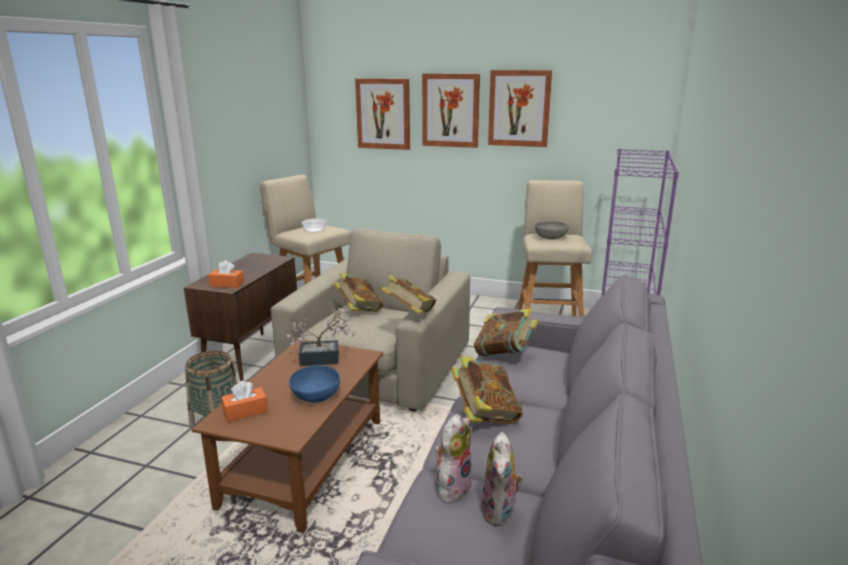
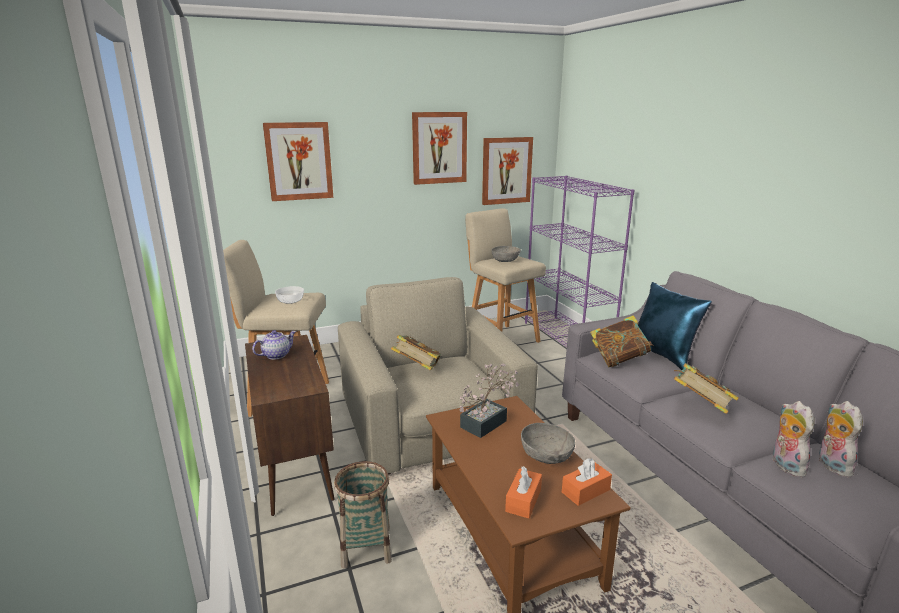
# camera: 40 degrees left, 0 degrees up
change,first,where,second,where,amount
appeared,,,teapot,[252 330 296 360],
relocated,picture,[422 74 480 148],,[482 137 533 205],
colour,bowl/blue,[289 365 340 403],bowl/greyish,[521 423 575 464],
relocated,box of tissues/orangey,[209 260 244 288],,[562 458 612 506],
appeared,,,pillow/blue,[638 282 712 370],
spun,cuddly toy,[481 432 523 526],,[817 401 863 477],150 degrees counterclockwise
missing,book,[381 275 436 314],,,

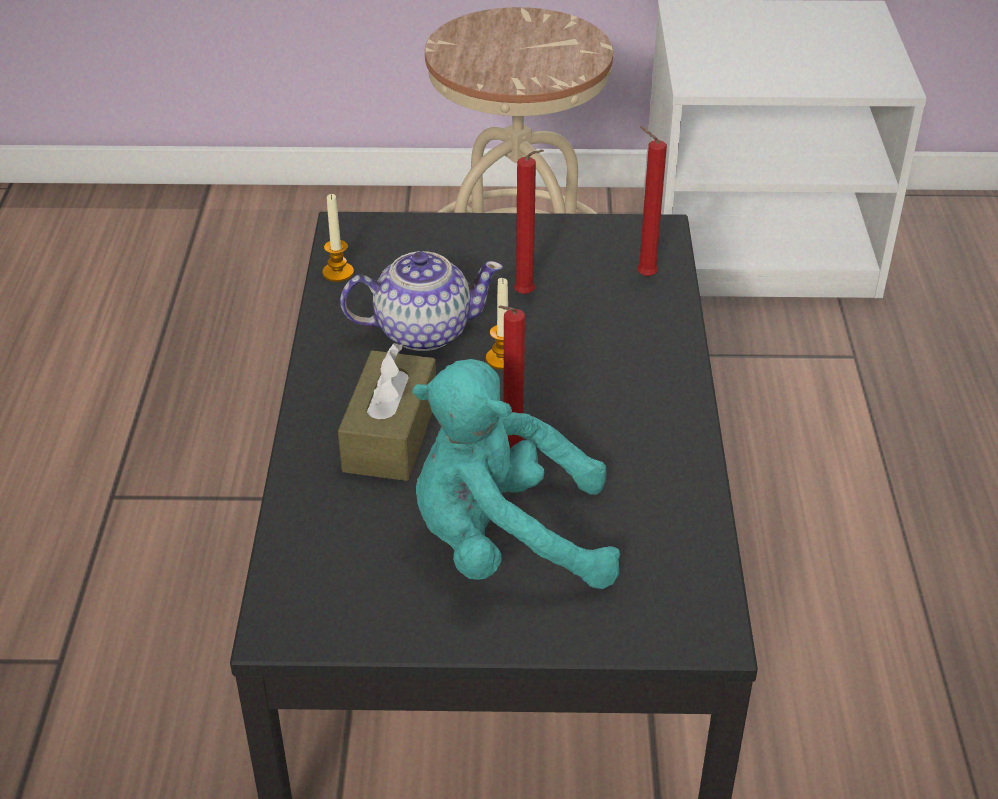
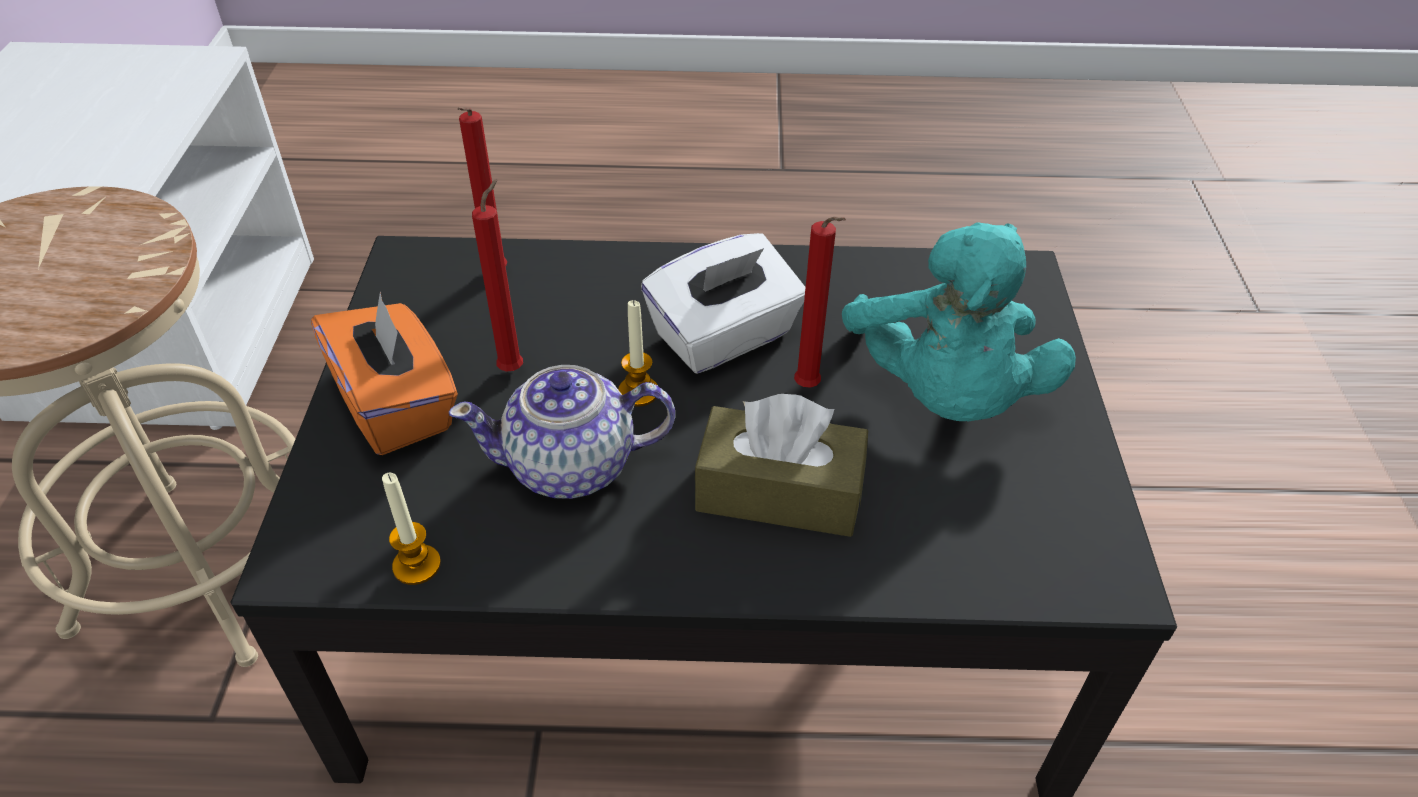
# camera: 90 degrees left, 5 degrees up
change,first,where,second,where,amount
appeared,,,box of tissues/orangey,[311 292 458 455],
spun,teapot,[340 251 503 351],,[449 365 675 499],90 degrees counterclockwise
appeared,,,box of tissues/white-coloured,[641 233 806 373],

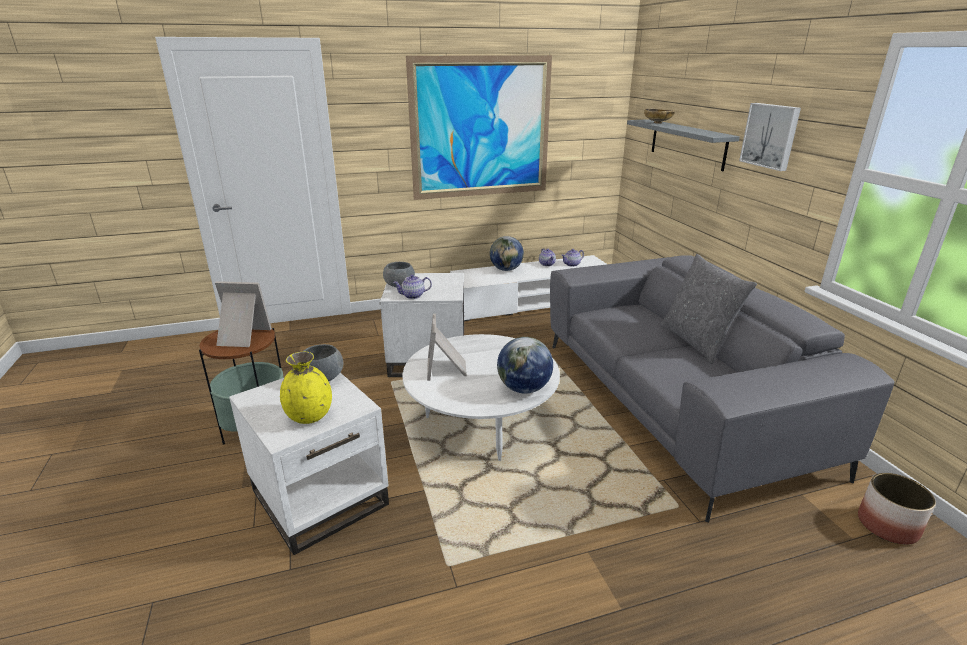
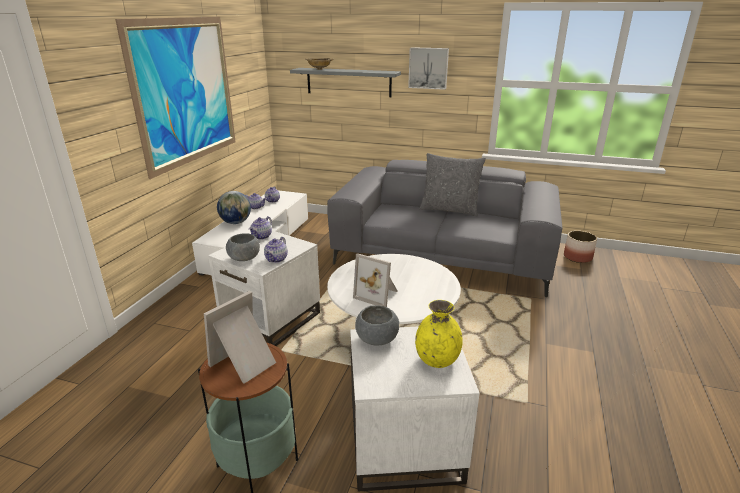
# camera: 55 degrees left, 0 degrees up
change,first,where,second,where,amount
appeared,,,teapot,[249 216 272 239],
missing,globe,[497 337 553 394],,,

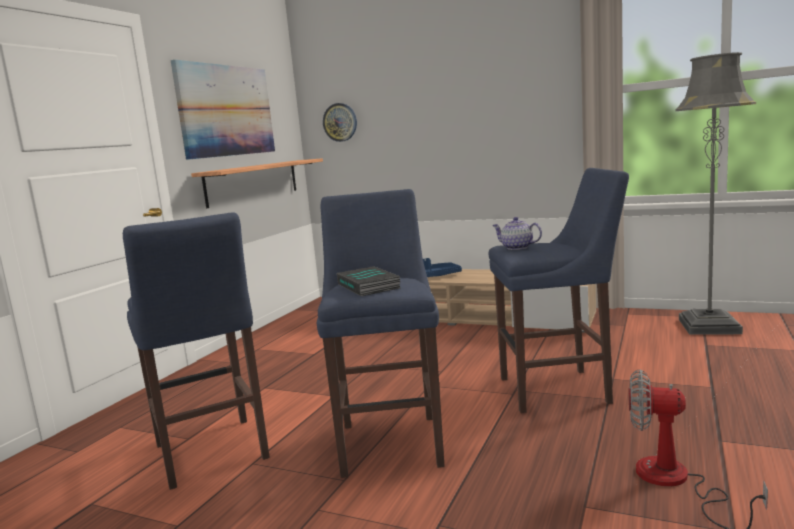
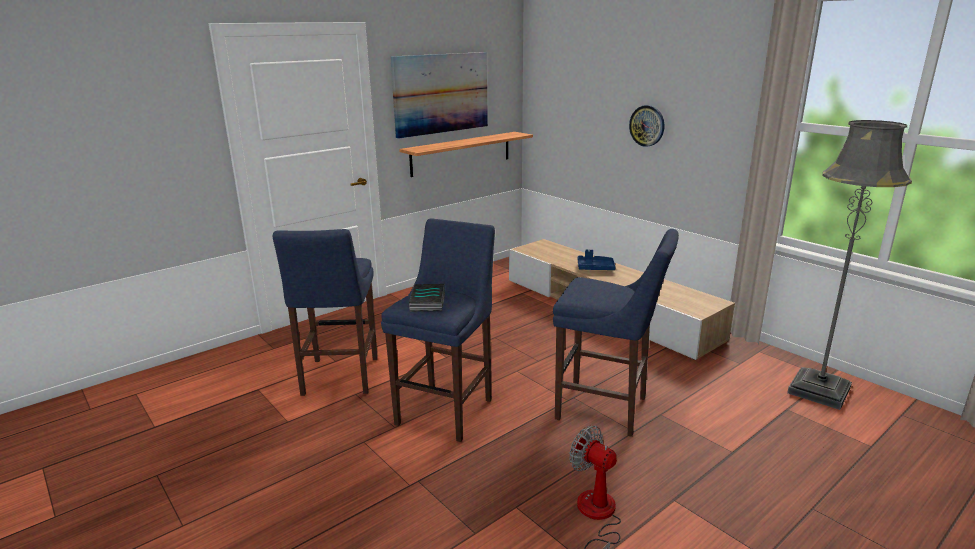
# camera: 25 degrees right, 10 degrees up
change,first,where,second,where,amount
relocated,clock on the wall,[323 103 357 142],,[629 105 664 147],
missing,teapot,[492 217 542 250],,,

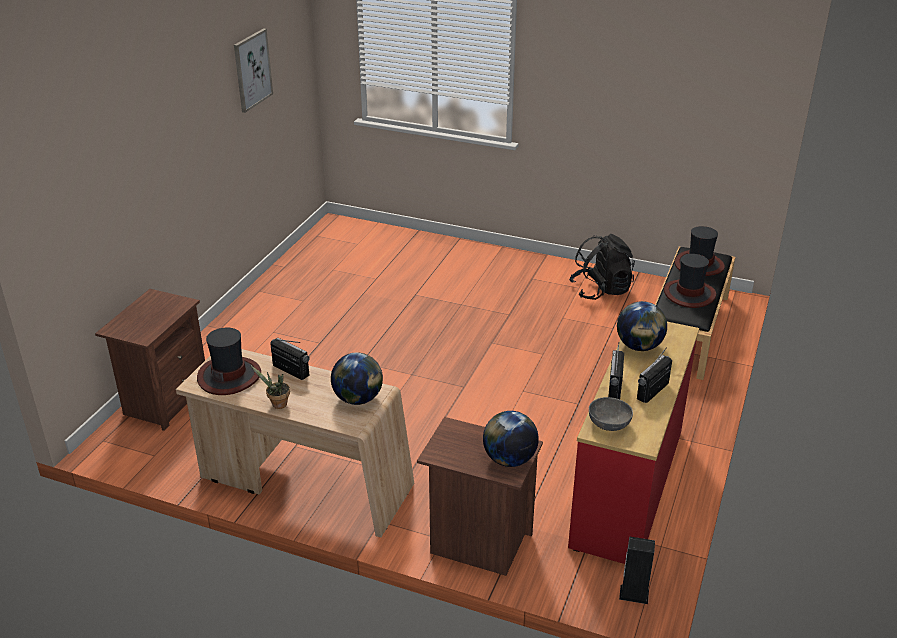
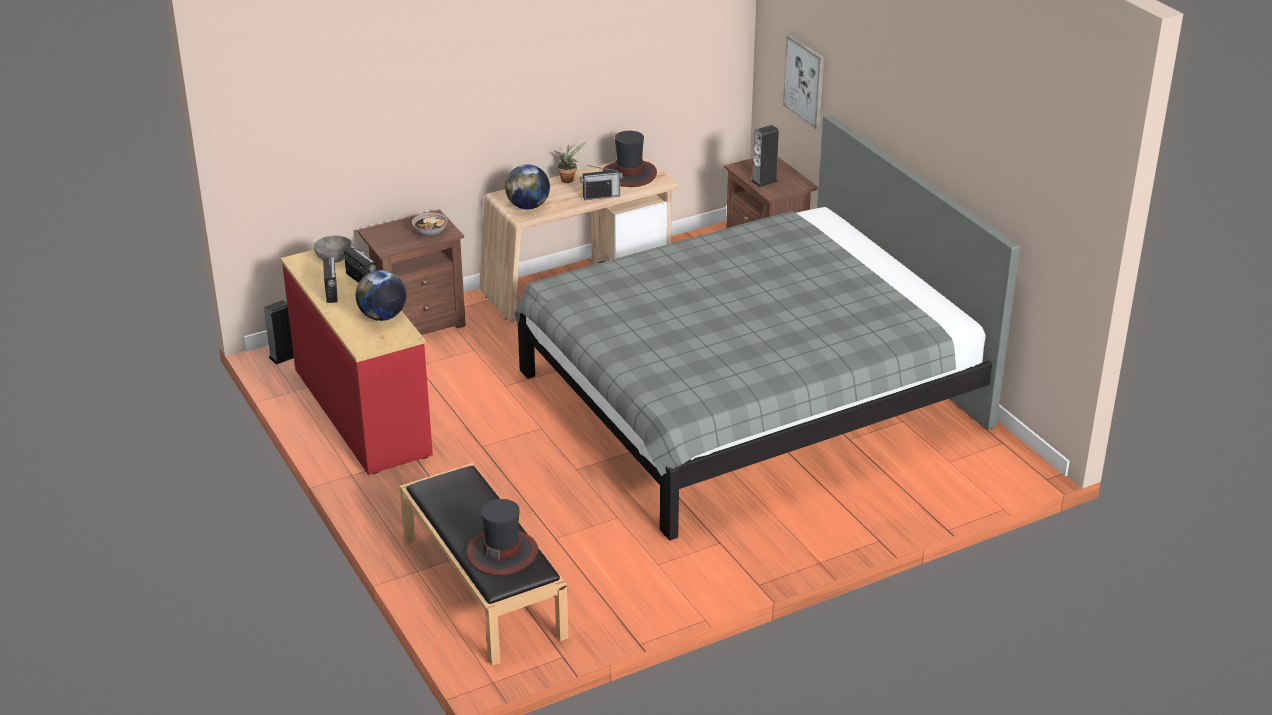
# camera: 130 degrees right, 0 degrees up
change,first,where,second,where,amount
appeared,,,bowl,[412 213 448 236],
appeared,,,bedroom bed/greyish,[514 114 1020 541],
appeared,,,audio speaker,[751 125 779 187],
relocated,picture,[234 28 273 113],,[783 35 824 129],
missing,globe,[483 411 539 467],,,
missing,rucksack/black,[569 234 635 300],,,
missing,clothing hat,[664 254 716 308],,,

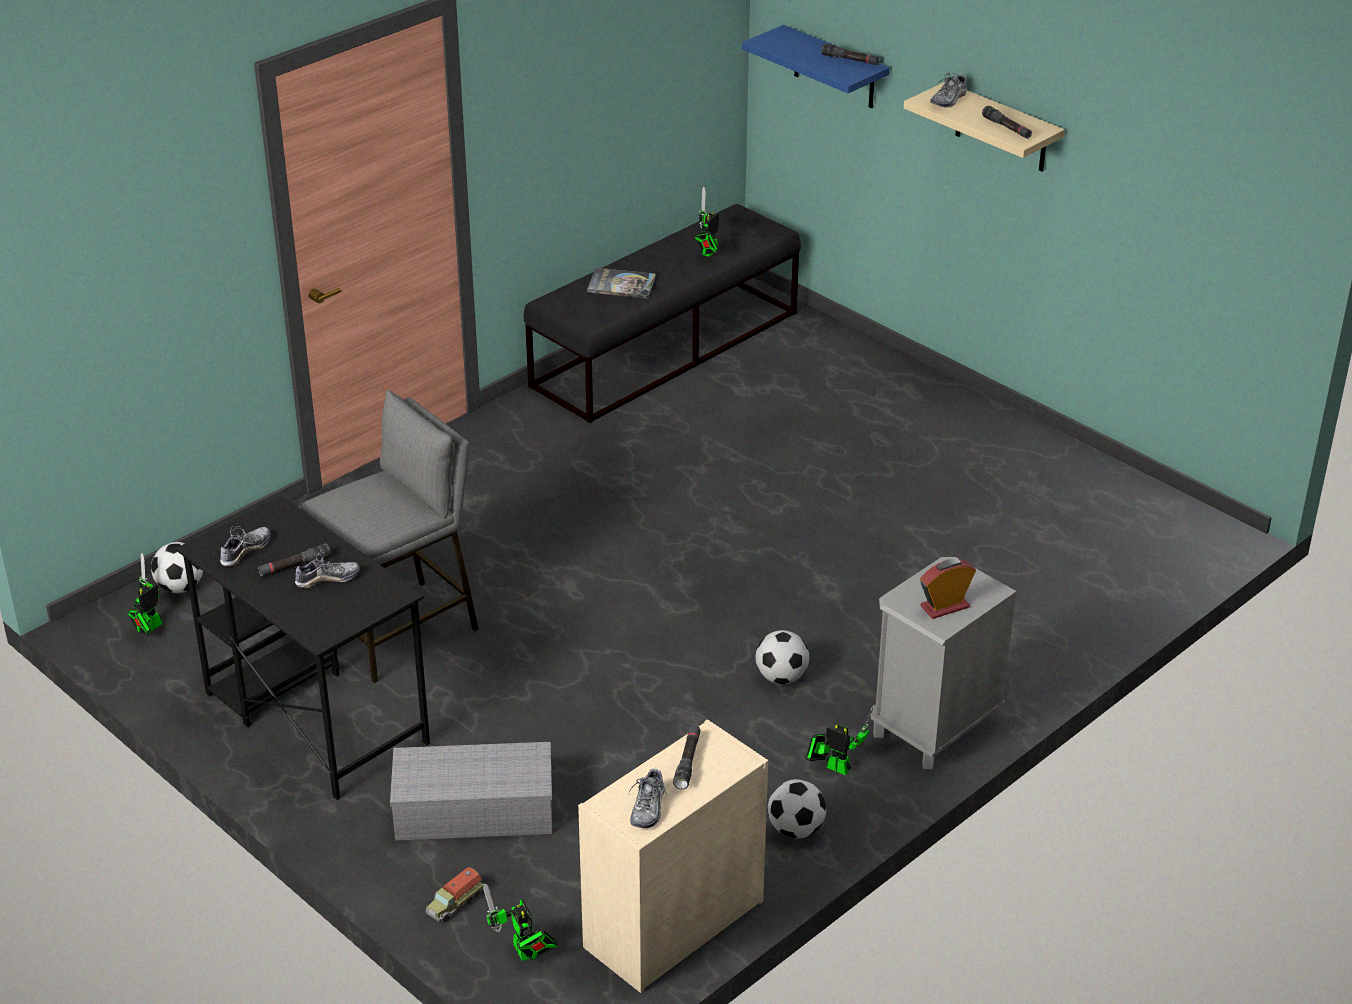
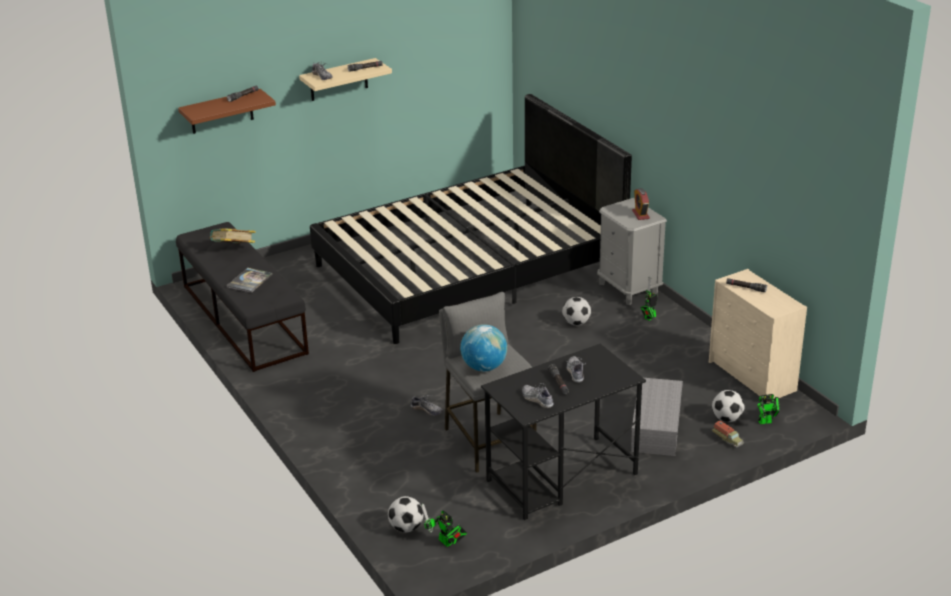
# camera: 75 degrees left, 5 degrees down
change,first,where,second,where,amount
colour,shelf/blue,[742 25 890 108],shelf/brown,[178 89 276 134],
exchanged,model robot,[695 187 719 257],book,[209 228 255 244],
appeared,,,bedroom bed/black,[310 94 632 344],
relocated,shoe,[629 767 666 828],,[411 395 443 416],
appeared,,,globe,[460 324 507 371],
relocated,football ball,[768 779 826 838],,[712 390 745 422],

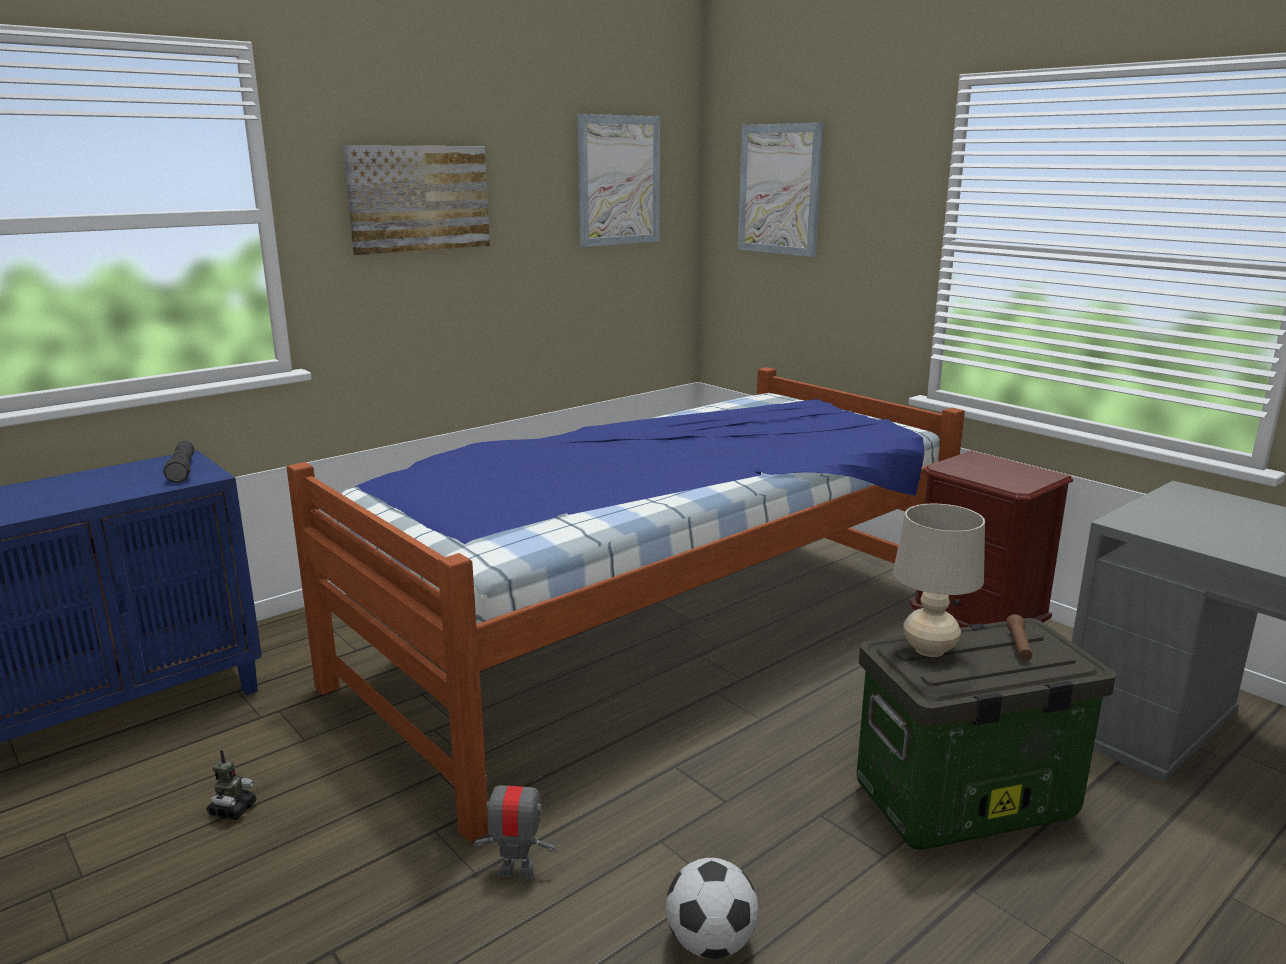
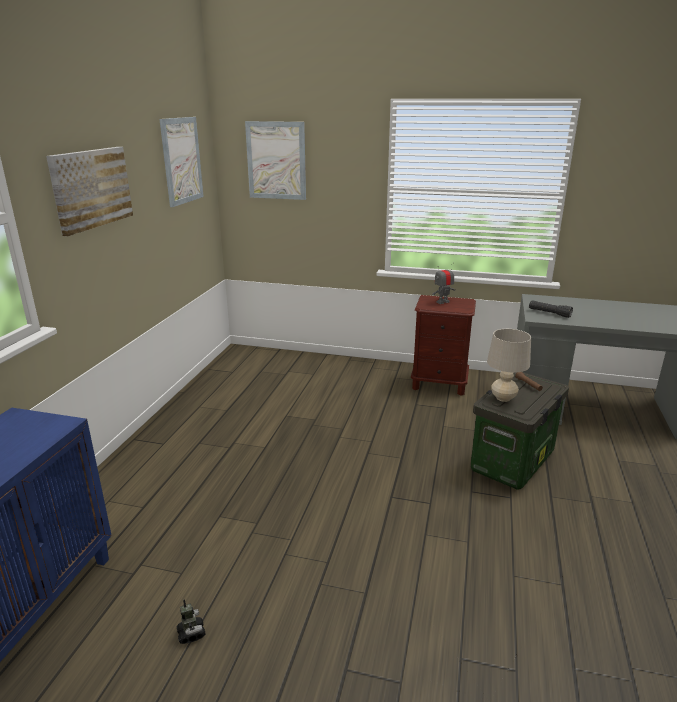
# camera: 35 degrees left, 5 degrees up
change,first,where,second,where,amount
relocated,model robot,[474 775 556 878],,[432 262 456 304],
relocated,hand torch/black,[163 441 195 483],,[529 300 573 318],
missing,bedroom bed,[287 367 965 842],,,
missing,football ball,[666 858 758 959],,,

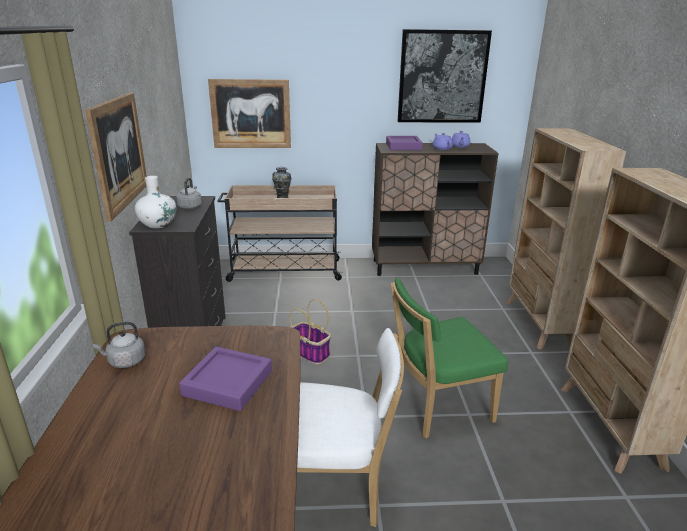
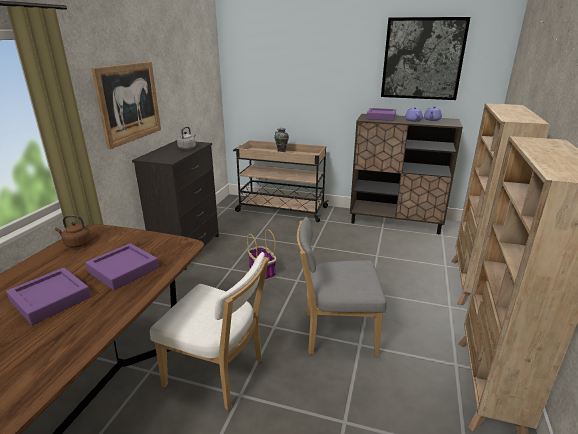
# camera: 20 degrees right, 0 degrees up
change,first,where,second,where,amount
appeared,,,carrying tray/purple-coloured,[6 268 91 325],
colour,tea kettle/greyish,[93 322 146 368],tea kettle/brown,[55 215 91 248],
colour,chair/green-coloured,[391 278 508 439],chair/greyish,[297 217 387 356],
missing,flower vase/white-coloured,[135 176 177 228],,,
missing,picture,[208 79 291 148],,,

